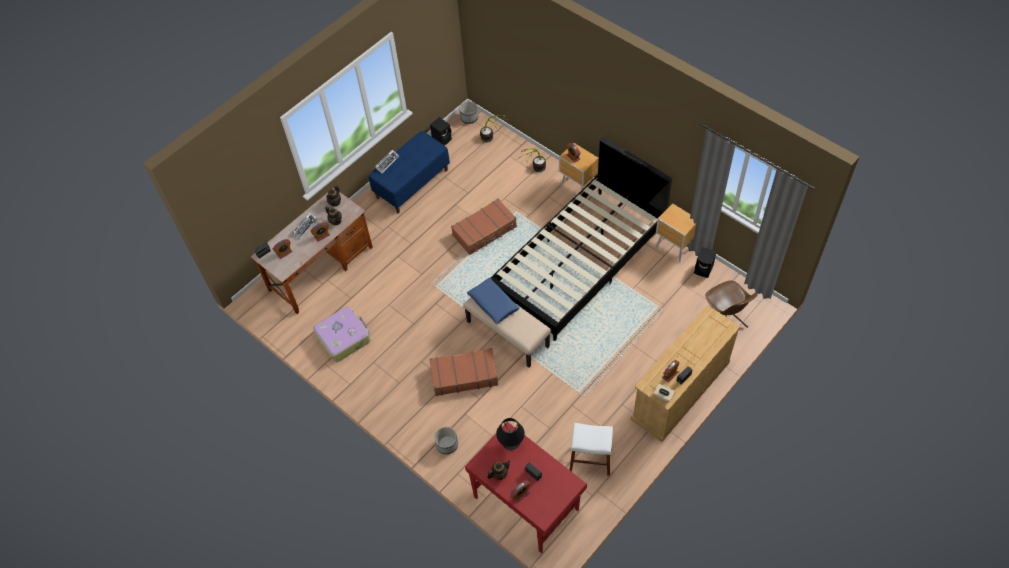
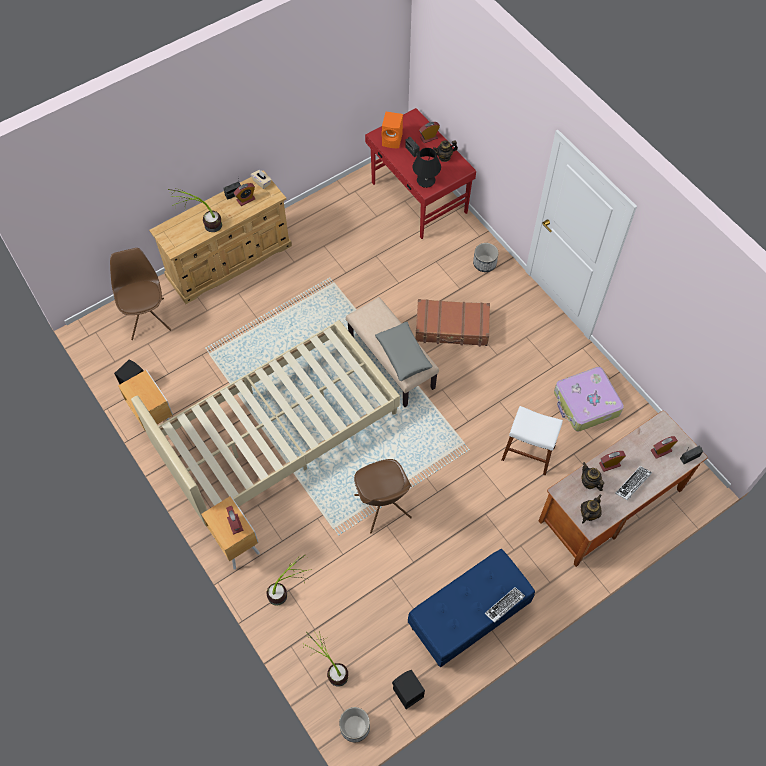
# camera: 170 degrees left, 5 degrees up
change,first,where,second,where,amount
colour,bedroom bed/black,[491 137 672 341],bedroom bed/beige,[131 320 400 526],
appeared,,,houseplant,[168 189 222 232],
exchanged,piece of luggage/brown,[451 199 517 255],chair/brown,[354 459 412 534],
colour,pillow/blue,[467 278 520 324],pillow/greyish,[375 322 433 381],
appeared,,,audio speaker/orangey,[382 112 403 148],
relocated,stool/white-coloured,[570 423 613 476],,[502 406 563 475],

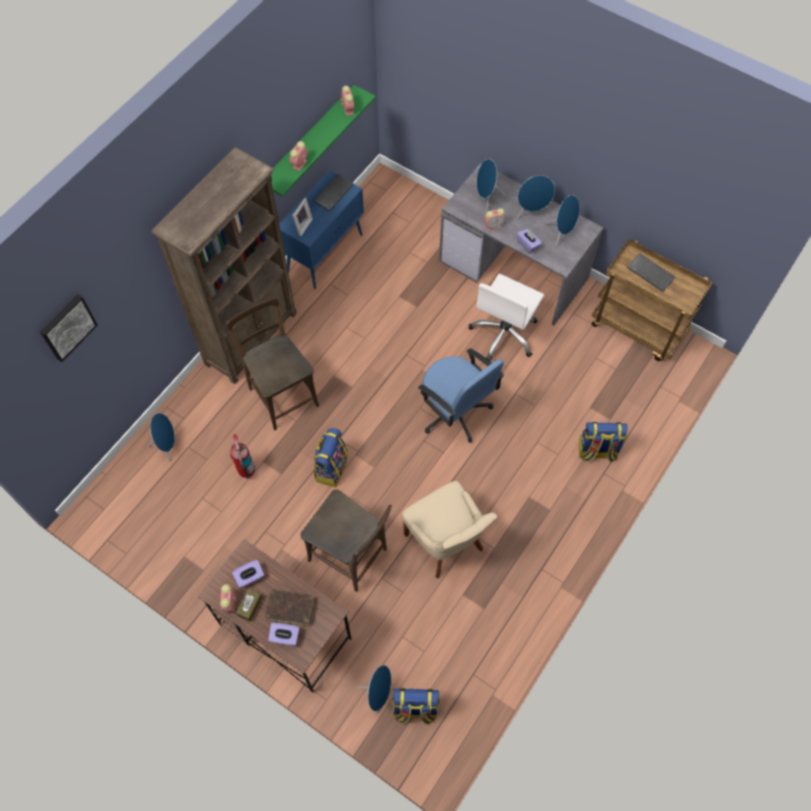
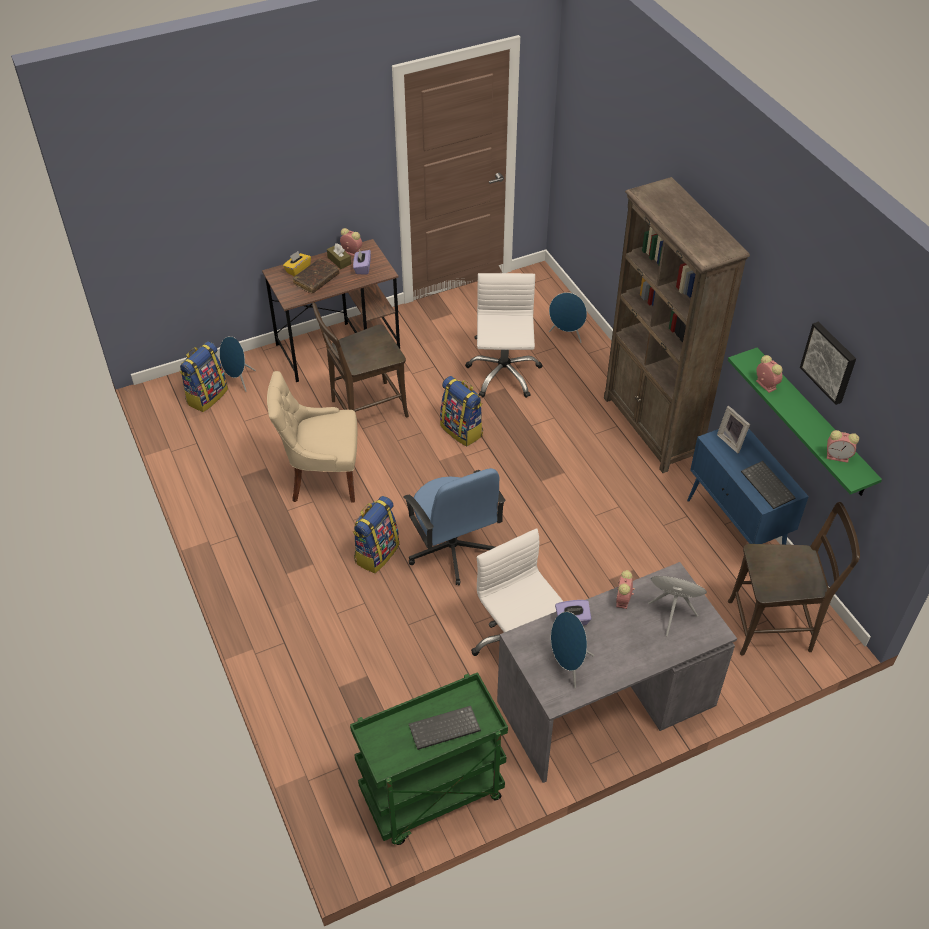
# camera: 120 degrees right, 15 degrees down
change,first,where,second,where,amount
colour,box of tissues/purple-coloured,[268 623 300 645],box of tissues/yellowish,[283 251 311 276],
colour,trolley/brown,[592 239 713 361],trolley/green-coloured,[350 672 508 845],
relocated,rucksack,[579 422 628 463],,[353 496 399 573],
spun,office chair/blue,[418 348 504 443],,[404 468 505 585],105 degrees counterclockwise
exchanged,fire extinguisher,[230 434 255 479],office chair/white-coloured,[465 273 542 398],
relocated,chair/brown,[226 297 319 430],,[728 502 860 656],
relocated,picture,[40 294 98 362],,[800 322 856 405],
missing,audio speaker/blue,[517 175 555 219],,,

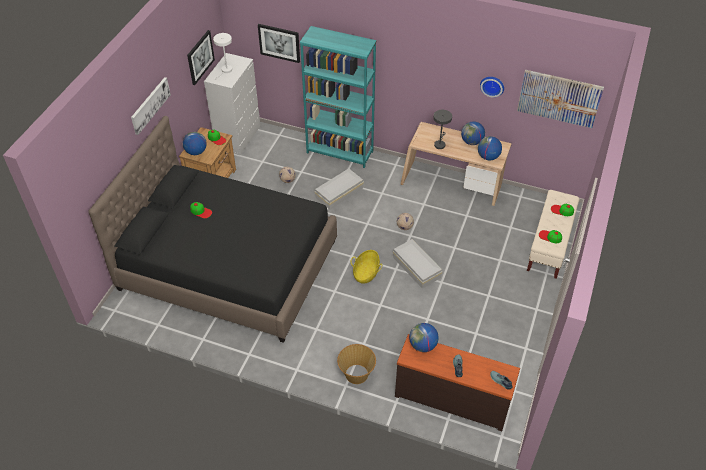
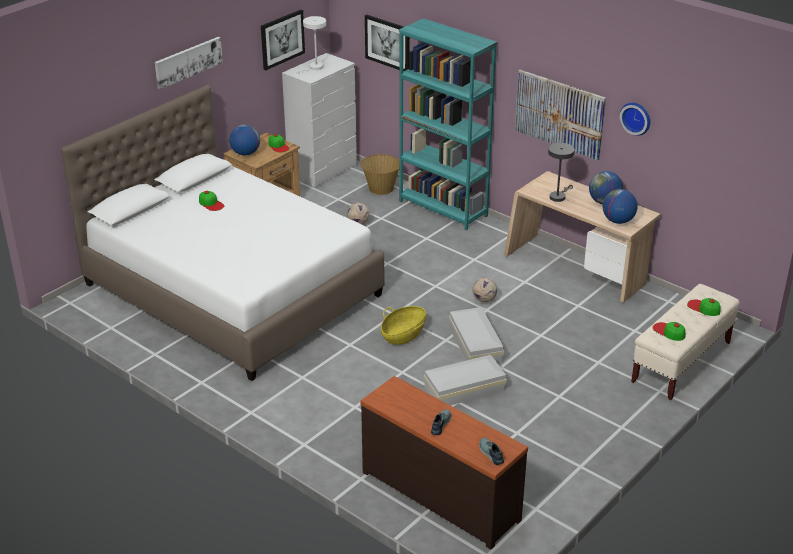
# camera: 20 degrees right, 15 degrees down
change,first,where,second,where,amount
colour,bedroom bed/black,[89 116 337 343],bedroom bed/white-coloured,[61 85 385 381],
relocated,household basket,[337 344 376 384],,[360 154 399 195],
relocated,storage box/white-coloured,[315 168 364 210],,[424 355 507 405],
relocated,picture,[517 70 604 128],,[515 70 606 160],
missing,globe,[409 323 439 352],,,

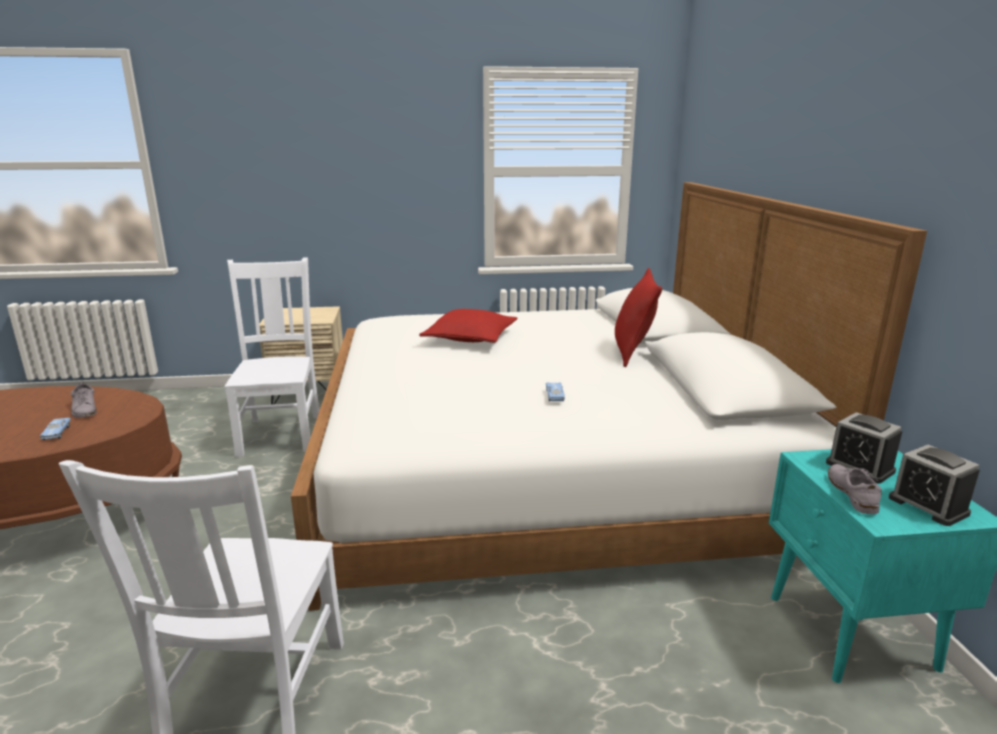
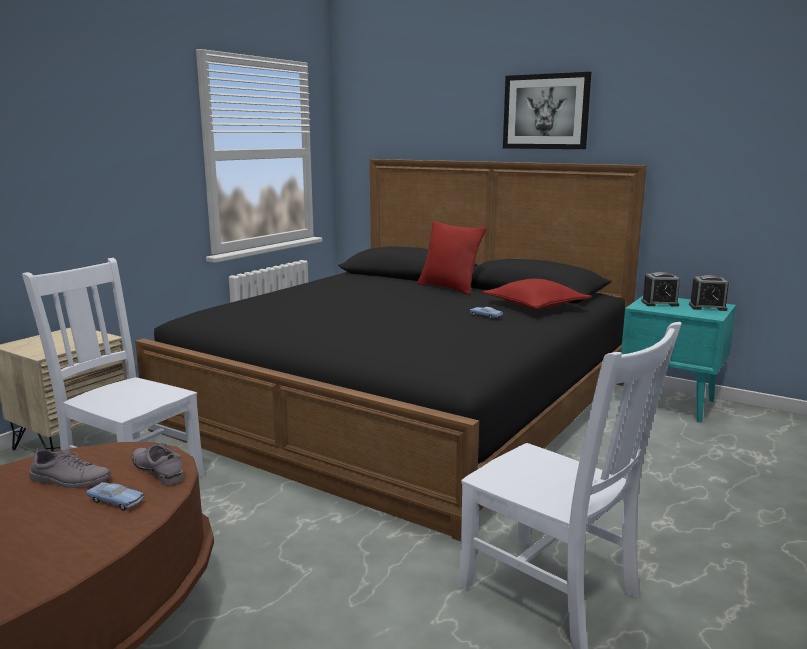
# camera: 50 degrees left, 5 degrees down
change,first,where,second,where,amount
relocated,shoe/greyish,[828 464 882 514],,[132 443 184 485],
colour,bedroom bed/white-coloured,[291 182 927 611],bedroom bed/black,[135 159 647 542],
relocated,pillow/red-coloured,[419 309 517 343],,[482 279 591 309],
appeared,,,picture,[503 72 591 149],

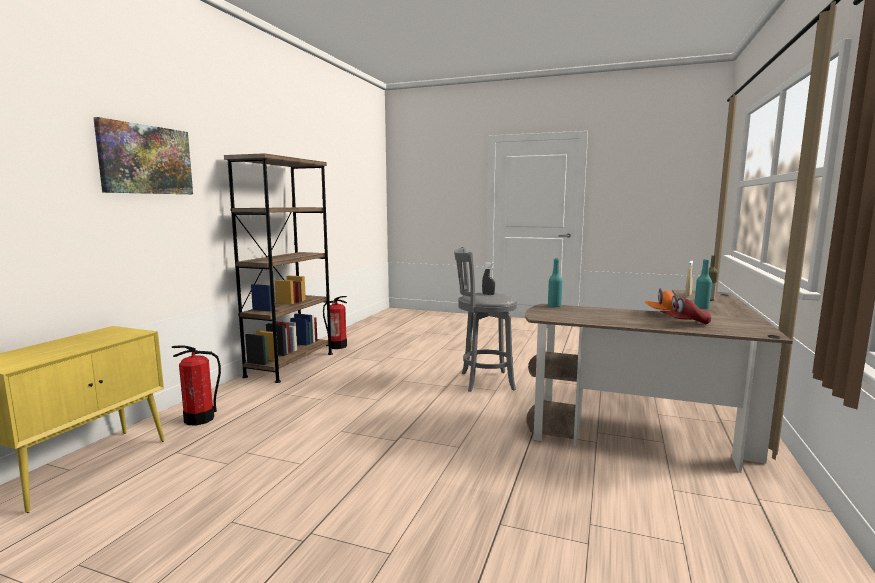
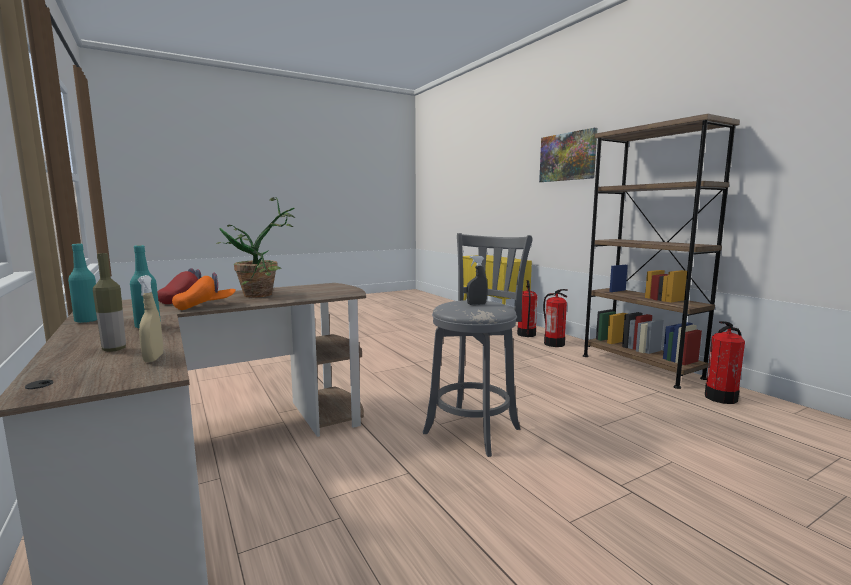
# camera: 130 degrees right, 0 degrees up
change,first,where,second,where,amount
relocated,beverage bottle/turquoise,[548 259 563 307],,[68 243 97 323],
appeared,,,houseplant,[216 197 295 298],
appeared,,,fire extinguisher,[543 289 568 347],

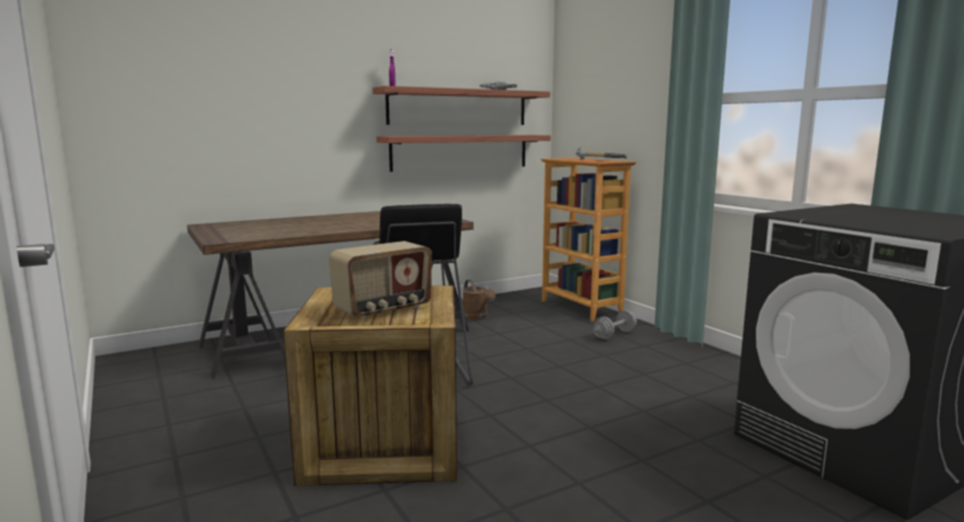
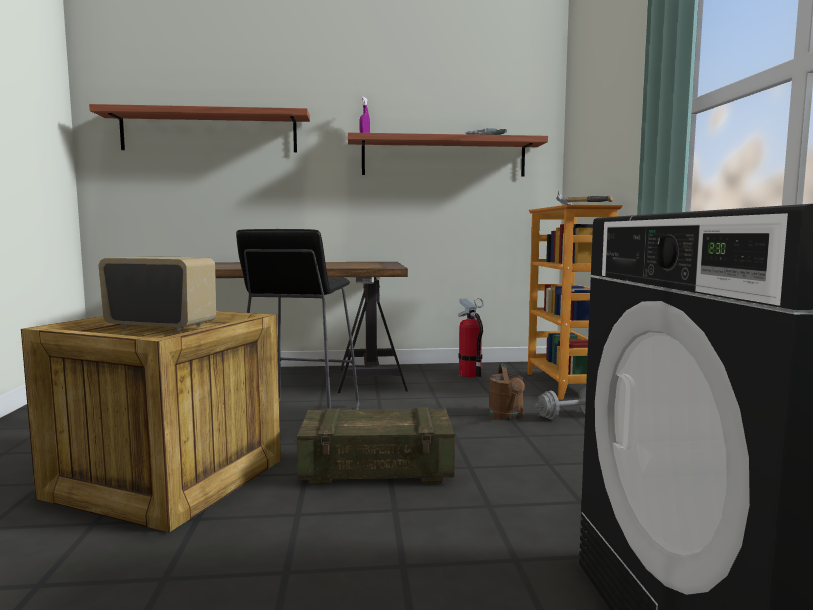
# camera: 25 degrees right, 5 degrees down
change,first,where,second,where,amount
relocated,shelf,[376 135 551 172],,[89 104 310 153],
spun,radio set,[329 241 432 319],,[99 256 216 331],150 degrees counterclockwise
appeared,,,packing crate,[297 407 455 485],
appeared,,,fire extinguisher,[458 298 484 377],
relocated,watering pot/brown,[462 280 496 320],,[489 364 525 420],

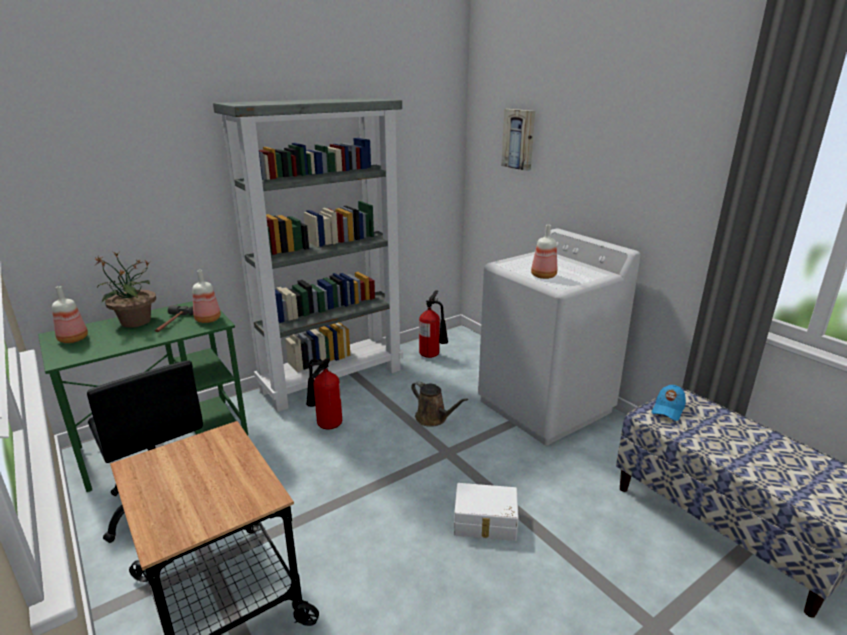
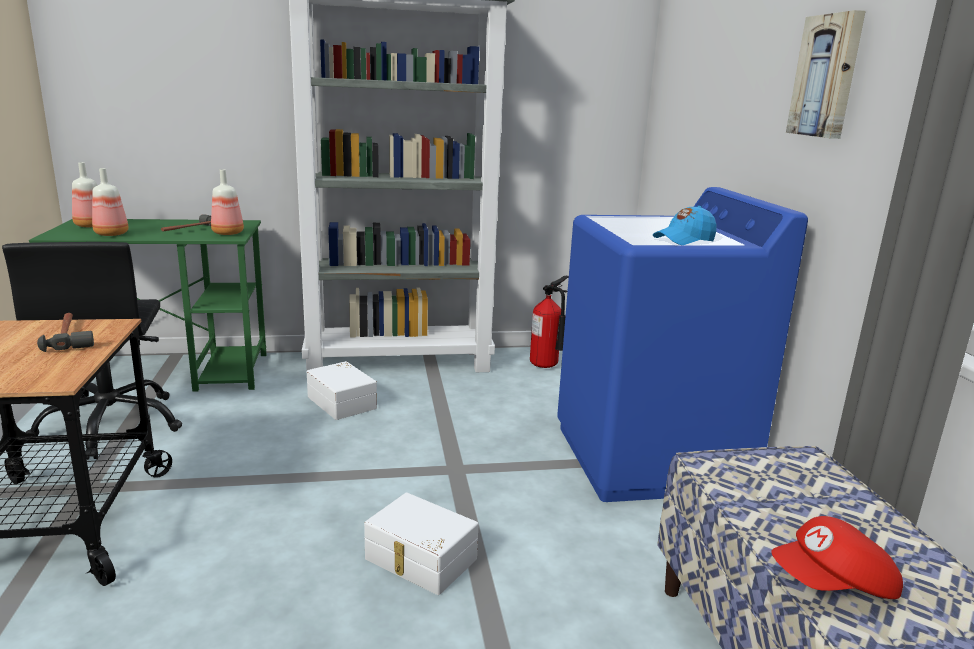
# camera: 25 degrees right, 5 degrees down
change,first,where,second,where,amount
appeared,,,hammer,[37 313 94 352],
relocated,beverage bottle,[531 225 557 279],,[92 168 129 236],
exchanged,fire extinguisher,[306 358 342 429],storage box/white-coloured,[307 361 377 420],
colour,washing machine/white-coloured,[478 229 640 445],washing machine/blue,[557 187 808 502],
relocated,peaked cap/blue,[651 385 686 421],,[653 206 716 245],
appeared,,,peaked cap/red-coloured,[771 516 903 599],
relocated,picture,[501 109 535 171],,[786 10 866 139],
missing,houseplant,[94 252 156 328],,,
missing,watering pot/brown,[411 381 468 427],,,

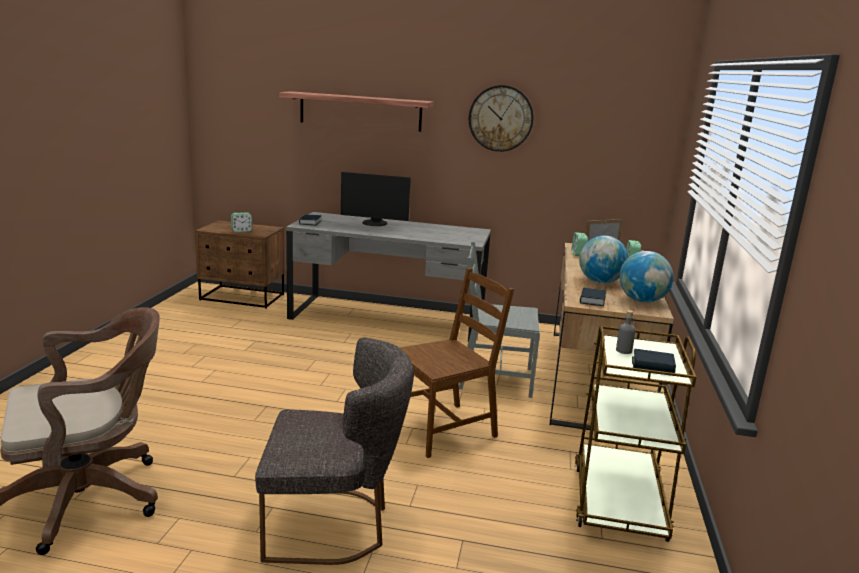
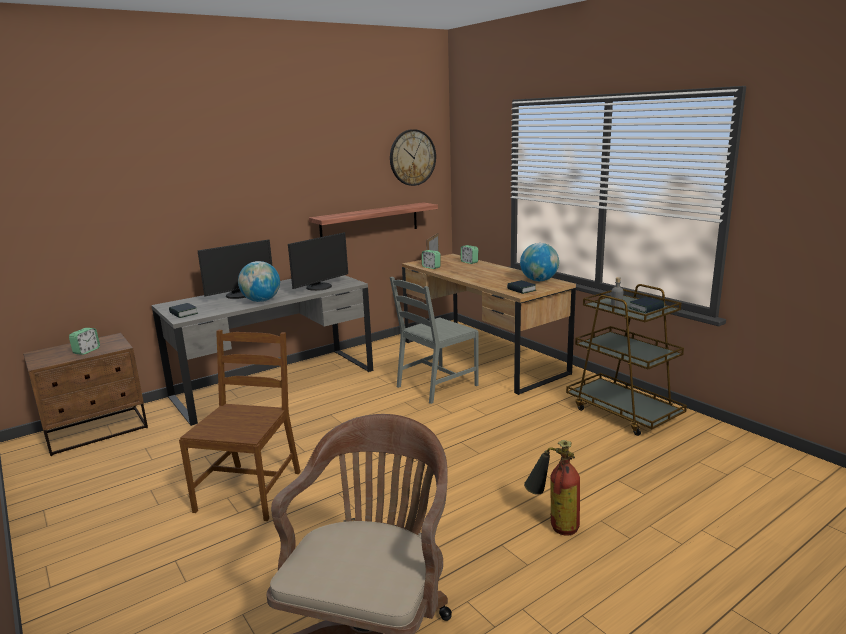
# camera: 45 degrees left, 0 degrees up
change,first,where,second,where,amount
relocated,chair/brown,[400 268 514 458],,[179 330 300 521],
relocated,globe,[579 236 629 283],,[238 261 280 302],
appeared,,,monitor,[288 232 348 291],
relocated,shelf,[279 91 434 132],,[309 202 438 237],
relocated,clock on the wall,[469 85 533 152],,[390 129 436 186],
exchanged,chair/greyish,[255 337 414 565],fire extinguisher,[524 440 580 535],

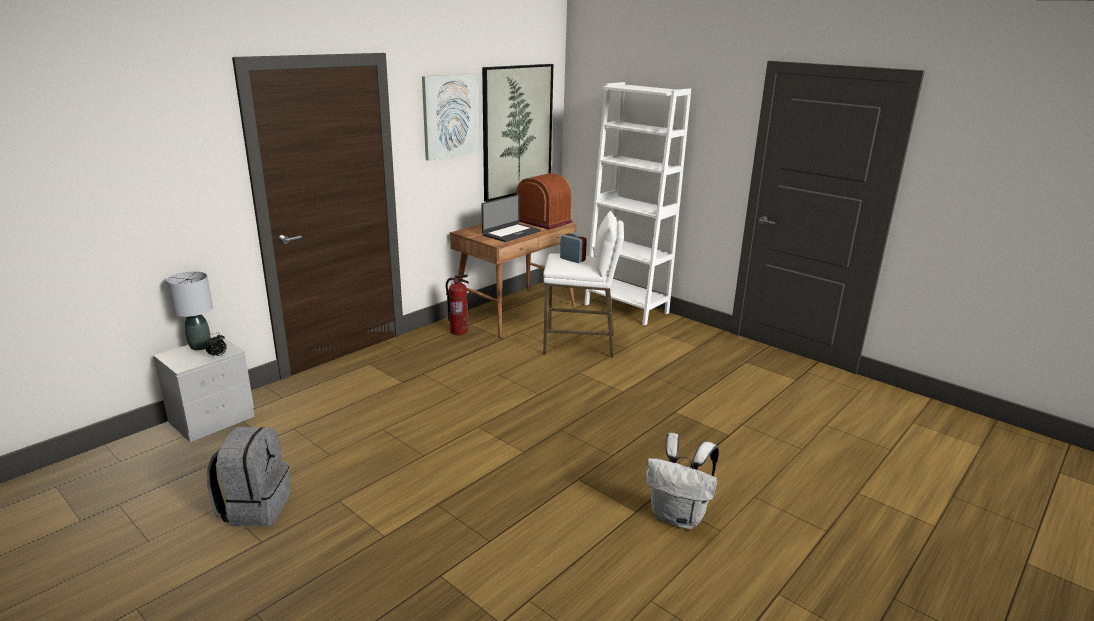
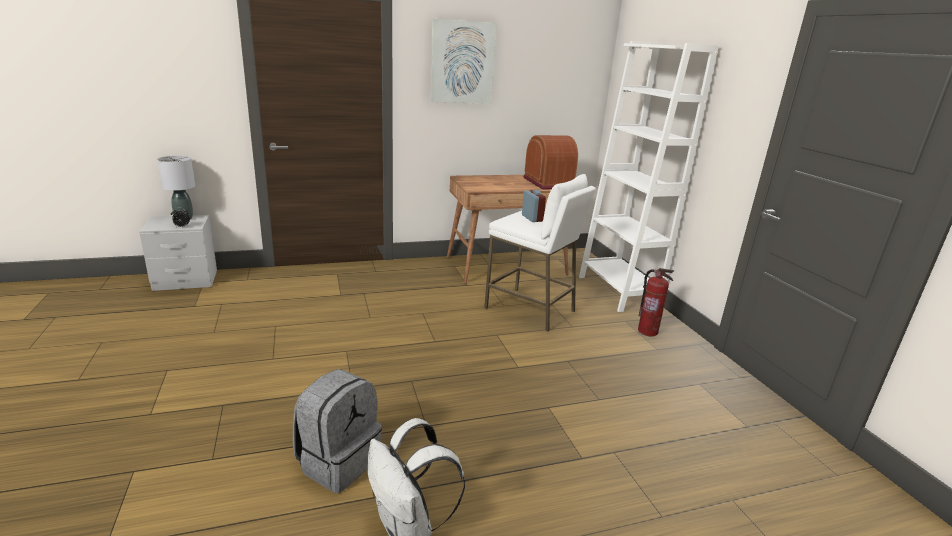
# camera: 30 degrees right, 0 degrees up
change,first,where,second,where,amount
relocated,rucksack/greyish,[207 427 291 527],,[293 369 382 493],
relocated,fire extinguisher,[446 275 469 335],,[638 268 674 336],
missing,portable computer,[481 194 541 242],,,
missing,picture,[482 64 553 202],,,

